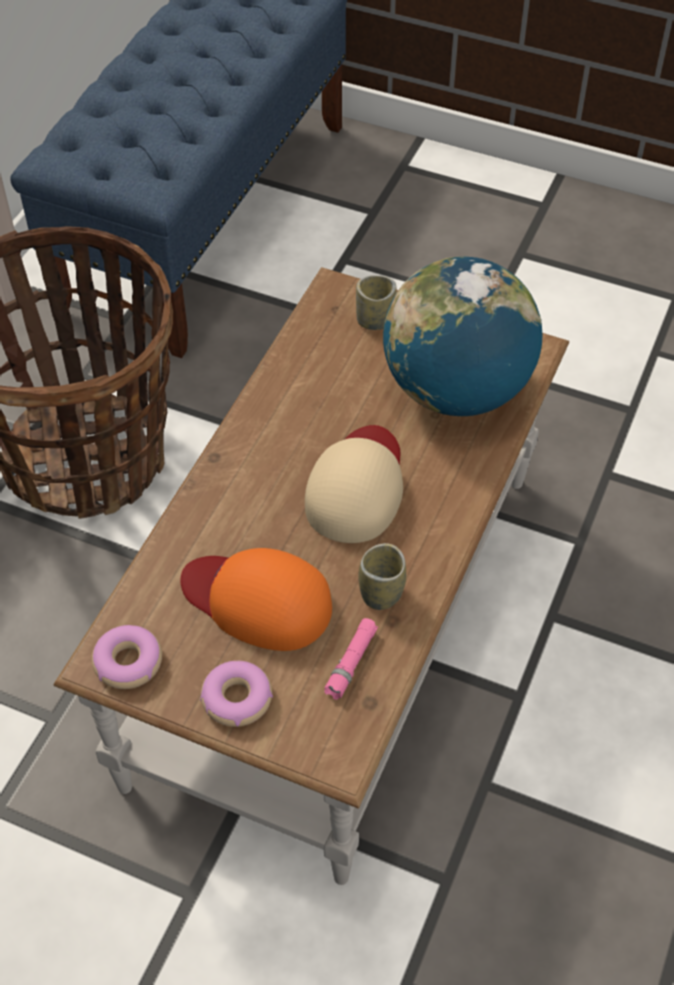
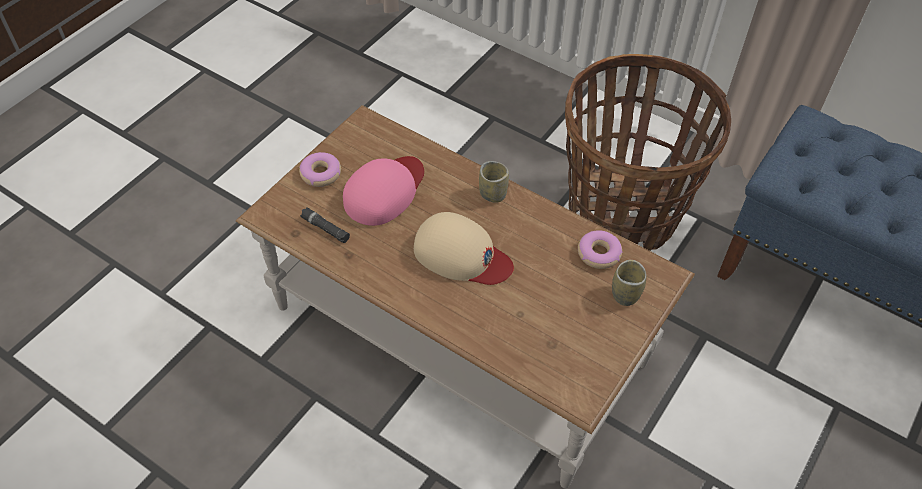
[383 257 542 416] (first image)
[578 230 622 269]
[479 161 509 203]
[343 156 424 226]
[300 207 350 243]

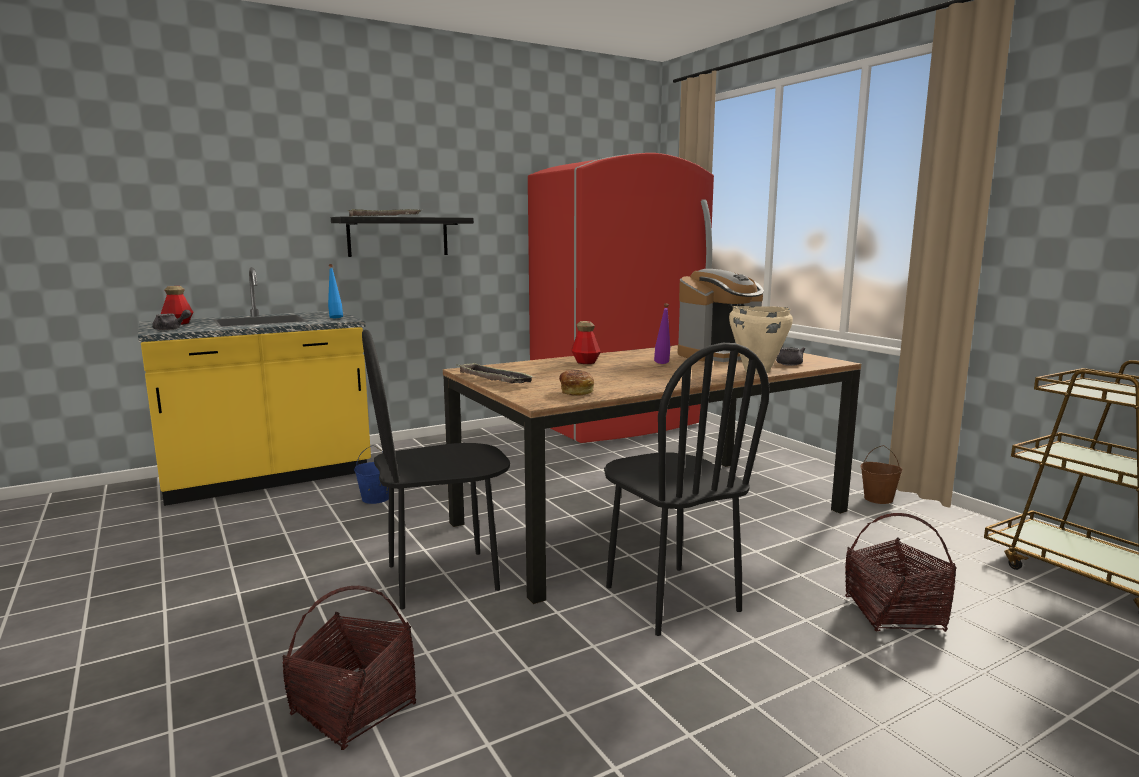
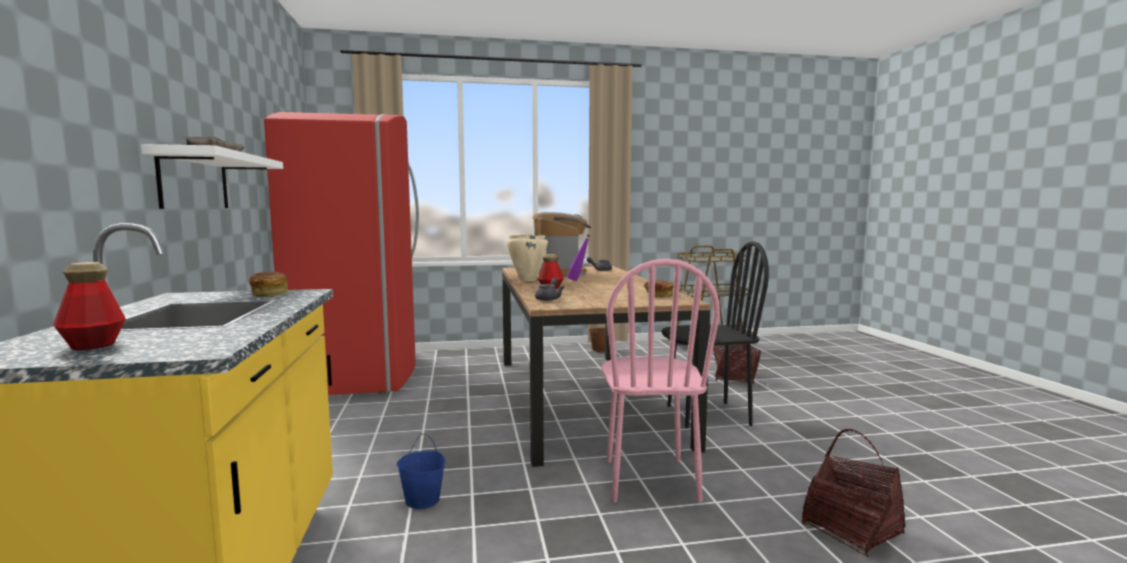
[457 363 533 383] (first image)
[535 278 565 301]
[507 234 548 281]
[249 272 290 297]
[141 144 283 209]
[601 259 720 503]

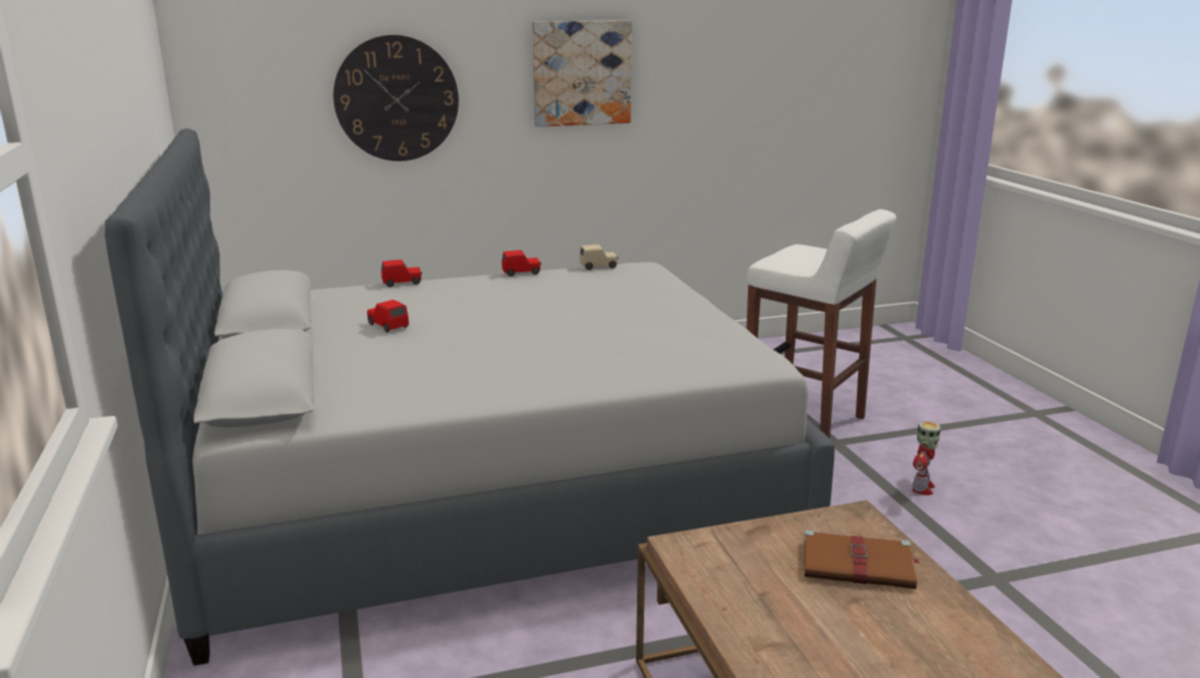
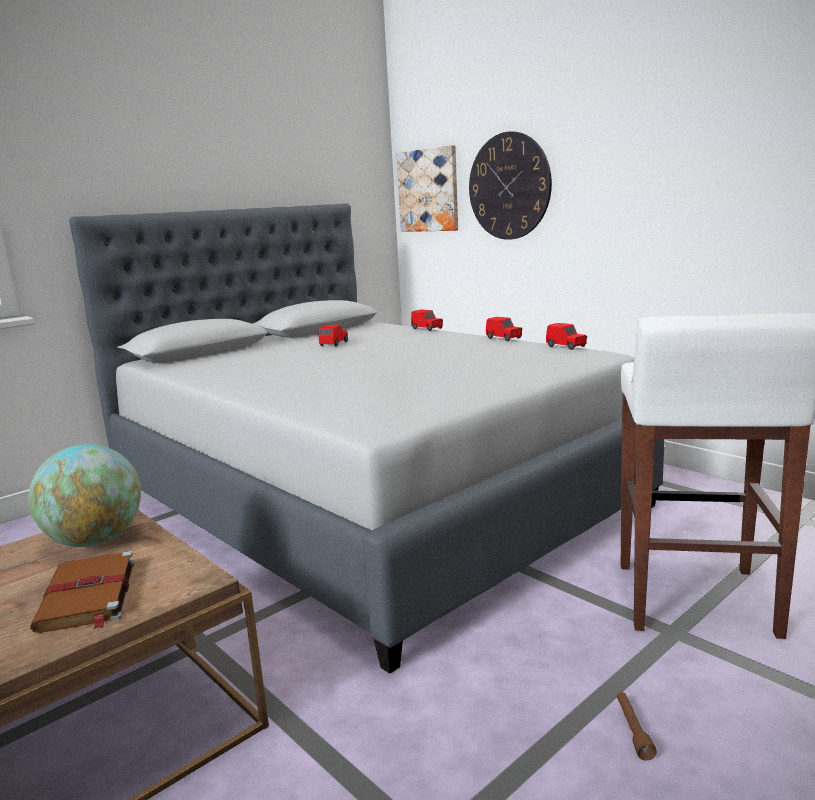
[28 444 141 547]
[397 145 458 232]
[617 692 657 761]
[546 323 587 350]

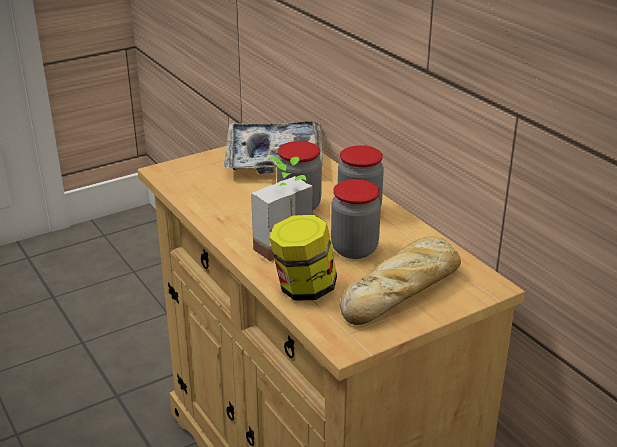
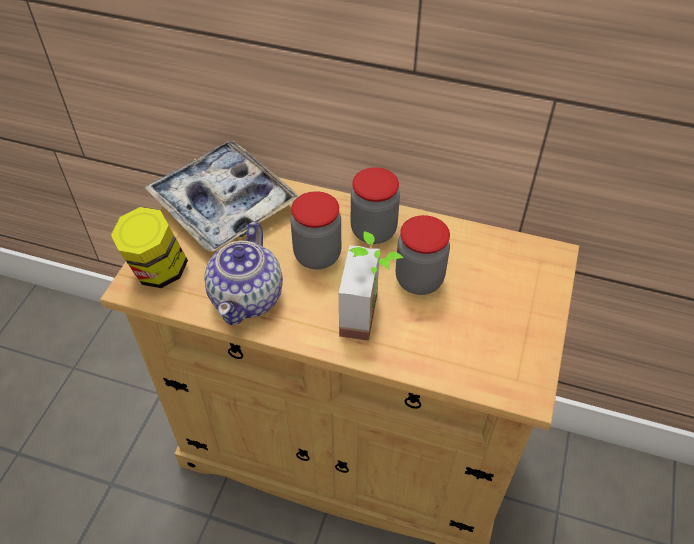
[340 236 461 325] (first image)
[204 222 283 325]
[111 207 188 288]

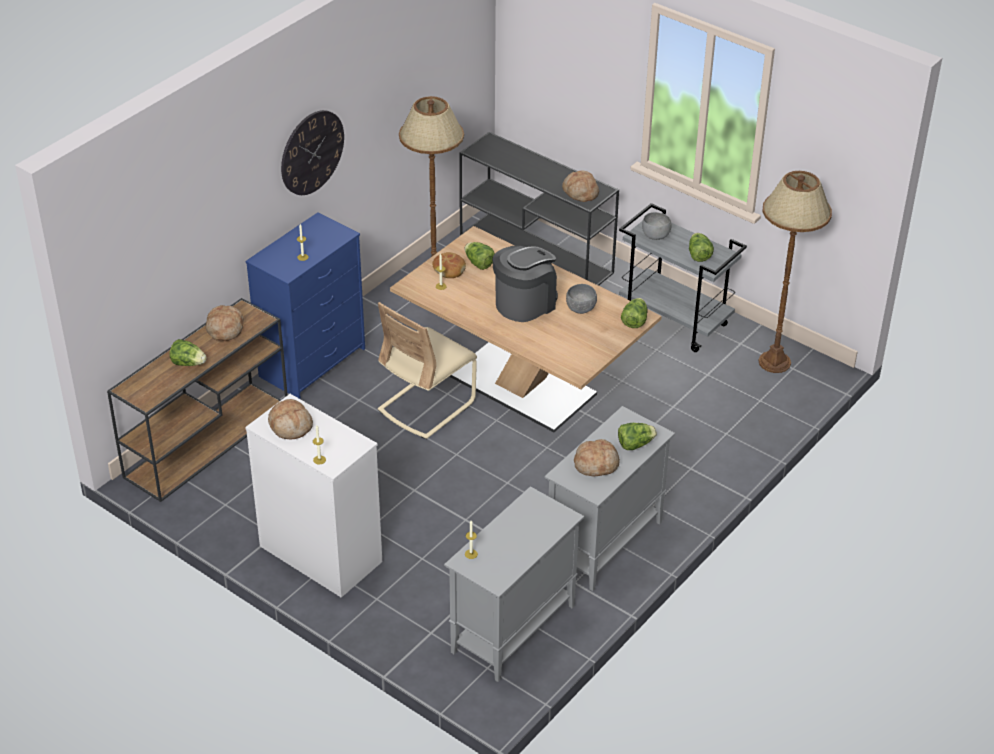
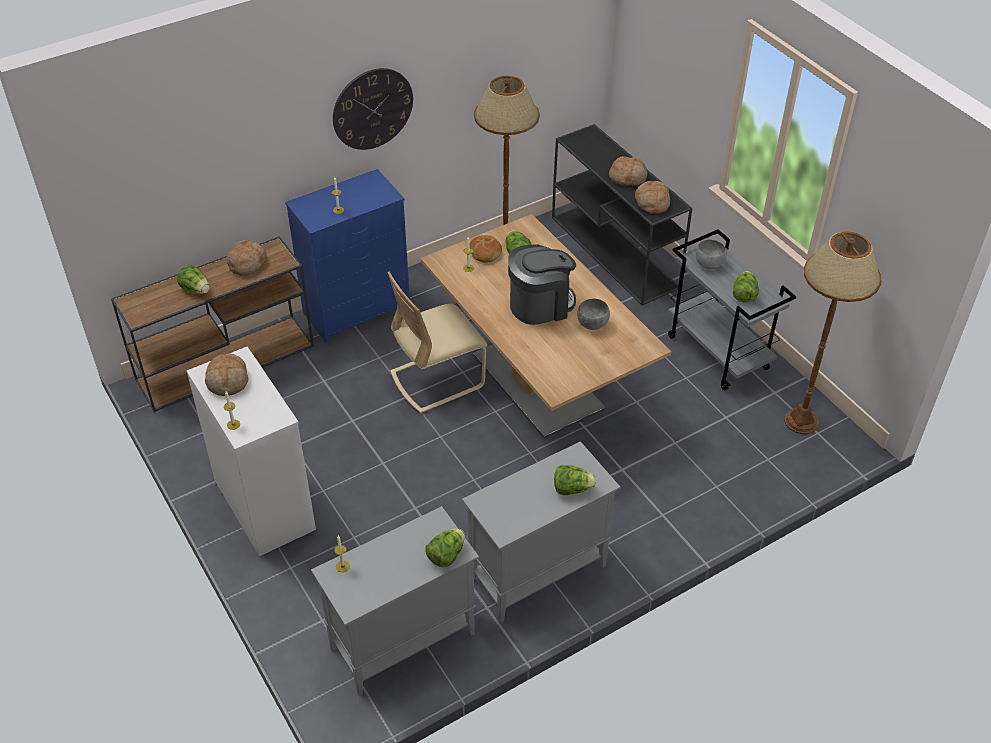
[609 156 647 186]
[425 528 465 567]

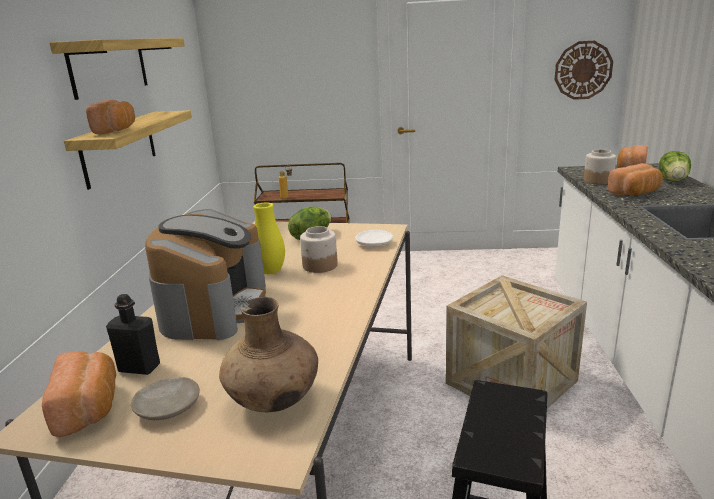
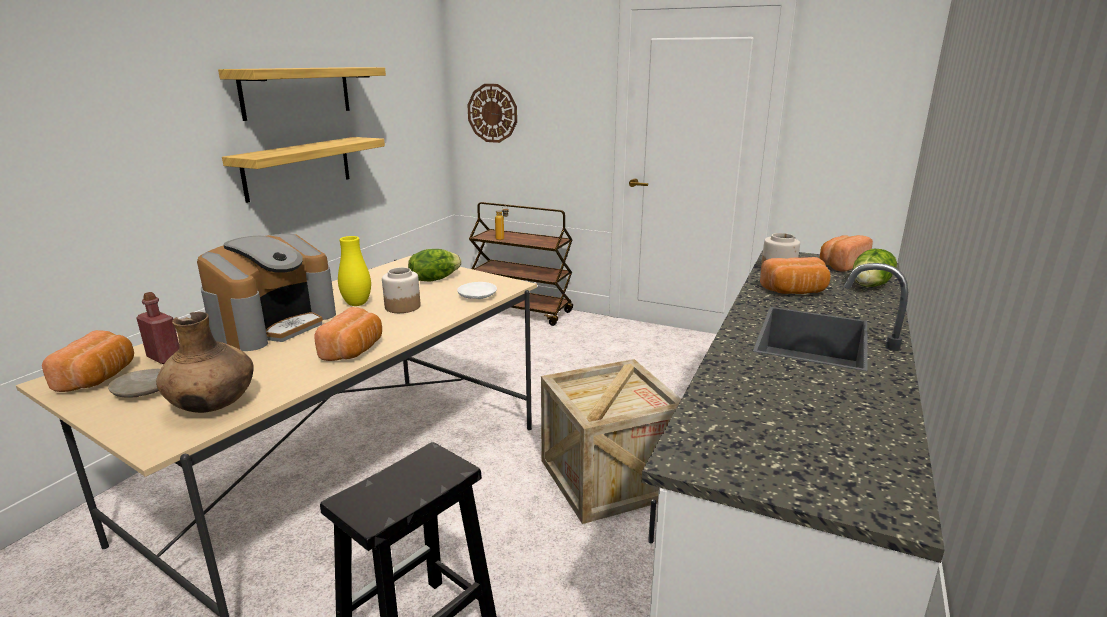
[314 307 382 361]
[468 84 517 143]
[137 292 179 364]

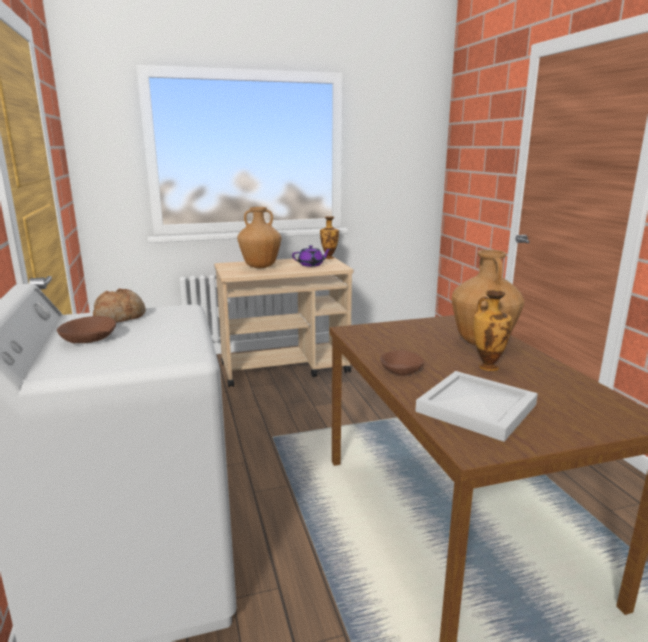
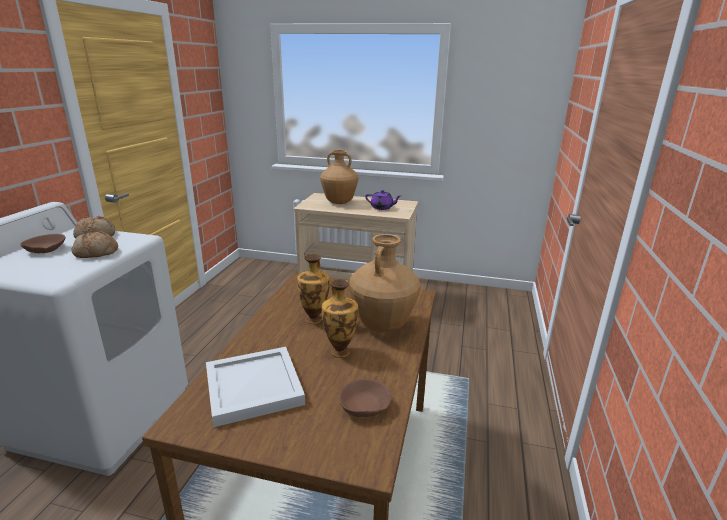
[72 230 118 258]
[297 254 330 324]
[339 379 391 417]

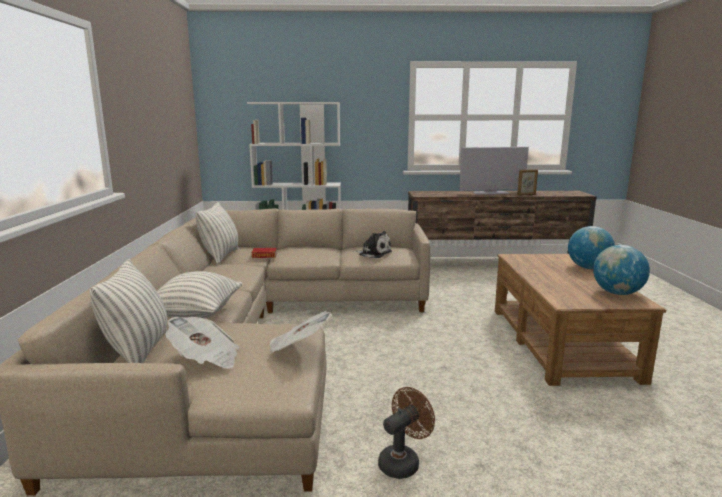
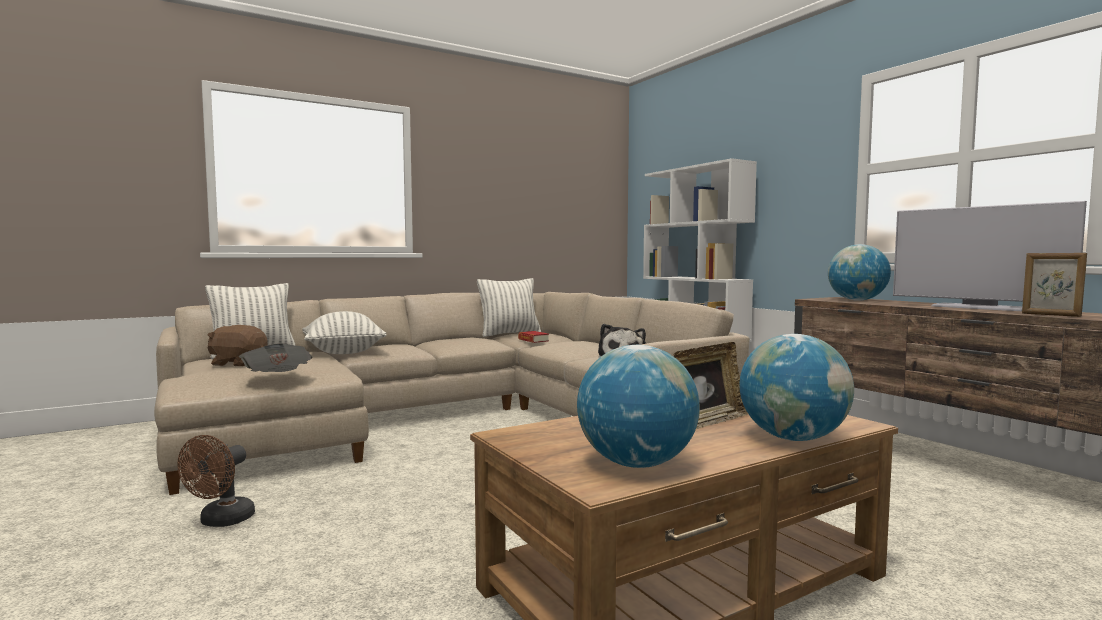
[673 342 748 429]
[828 244 891 301]
[208 325 268 366]
[177 435 255 527]

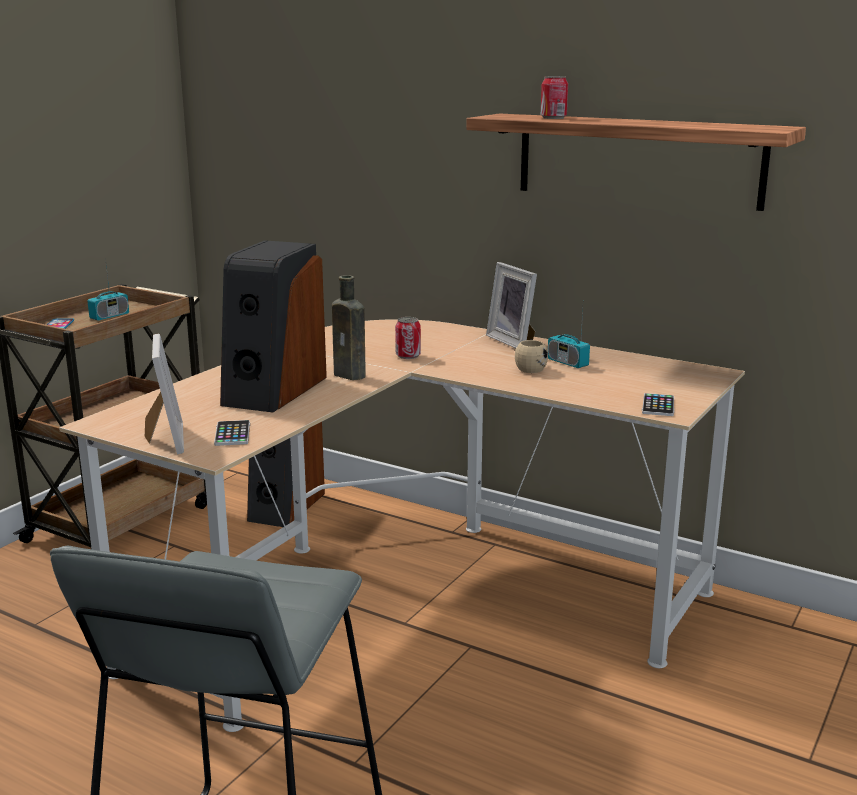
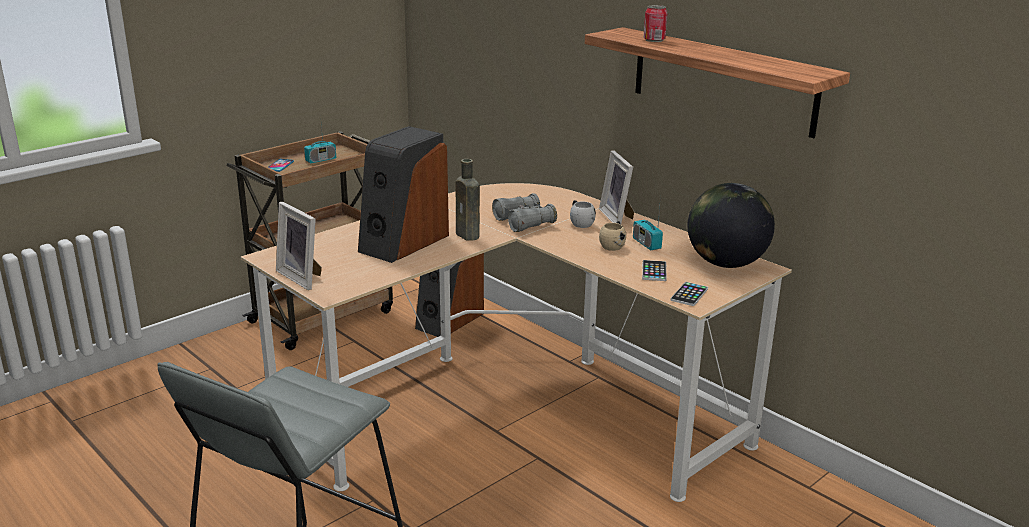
[570 200 596 228]
[688 183 775 268]
[642 260 667 281]
[492 193 557 232]
[276 202 322 290]

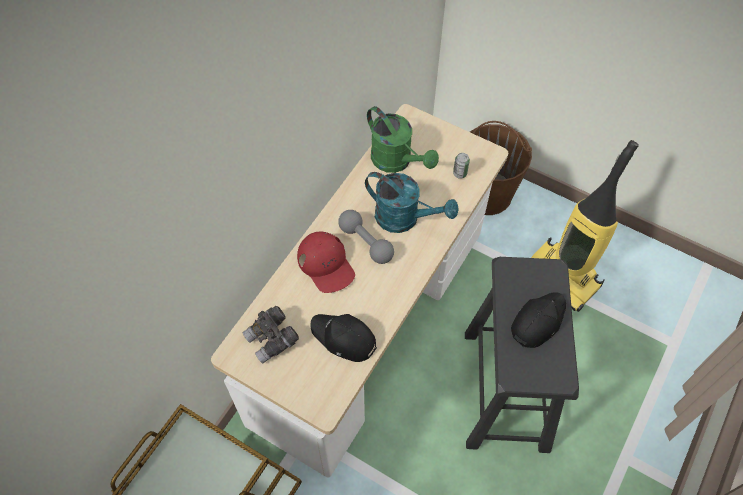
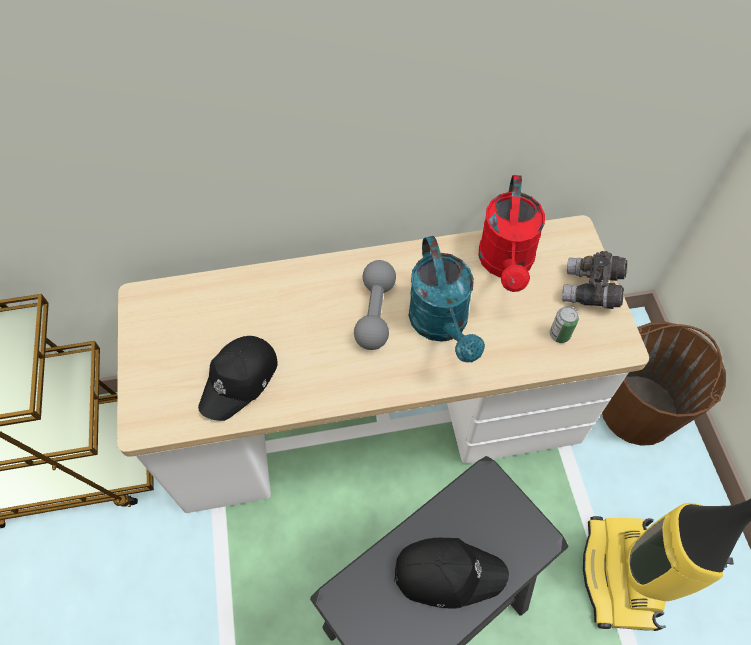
[297 232 355 293] (first image)
[562 251 627 309]
[478 175 545 292]
[198 336 278 421]

